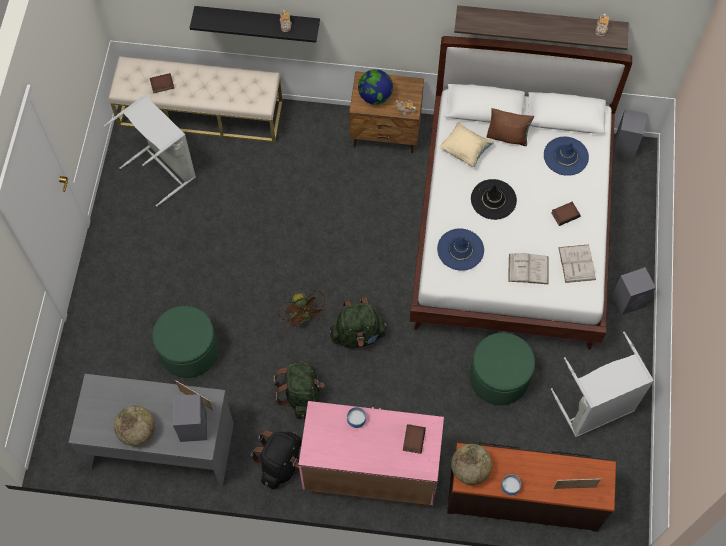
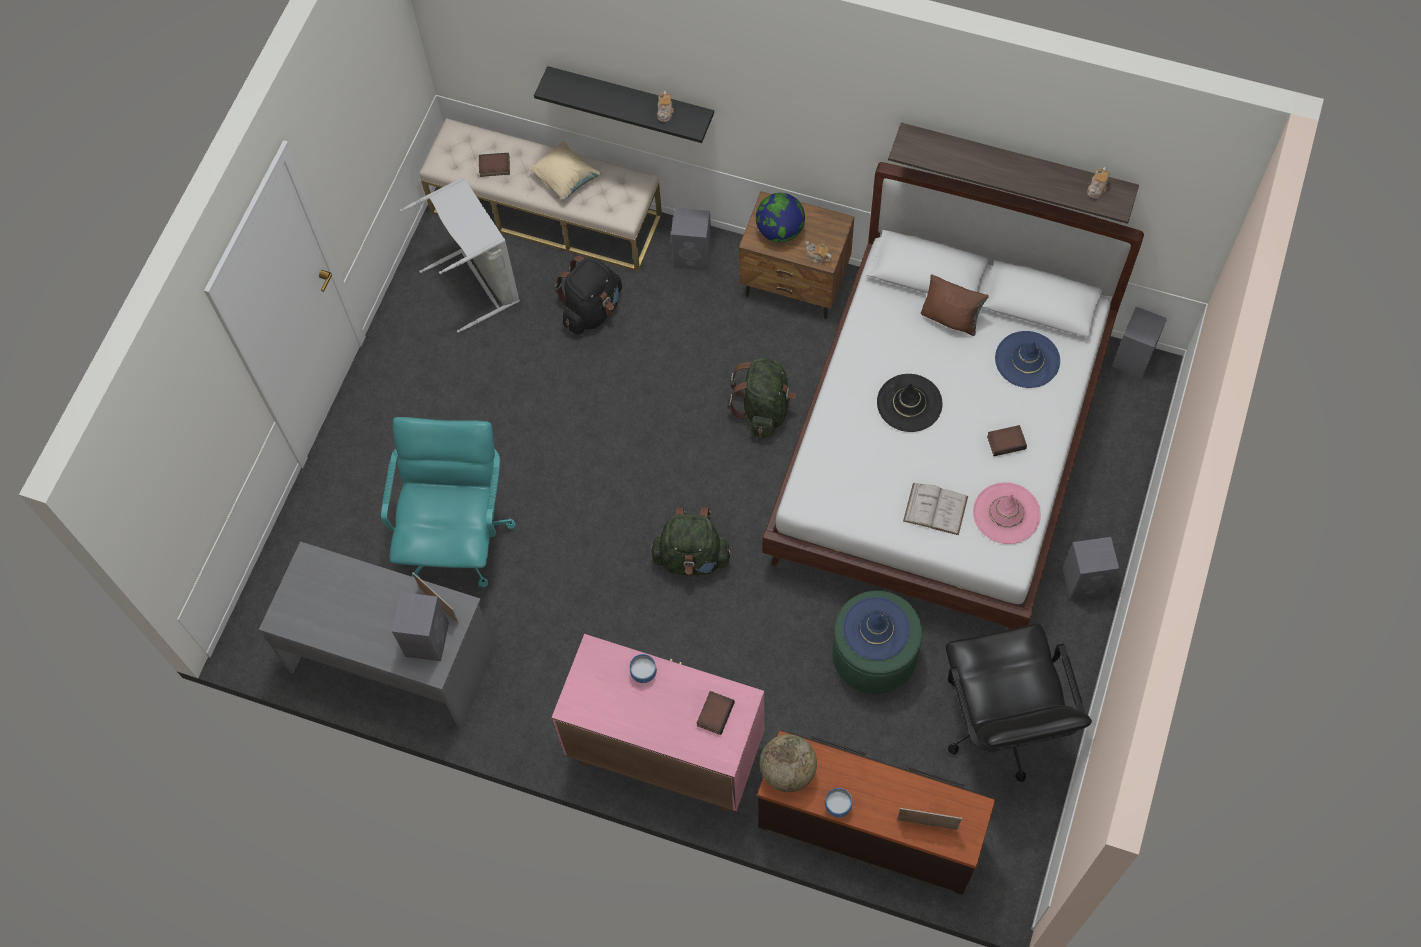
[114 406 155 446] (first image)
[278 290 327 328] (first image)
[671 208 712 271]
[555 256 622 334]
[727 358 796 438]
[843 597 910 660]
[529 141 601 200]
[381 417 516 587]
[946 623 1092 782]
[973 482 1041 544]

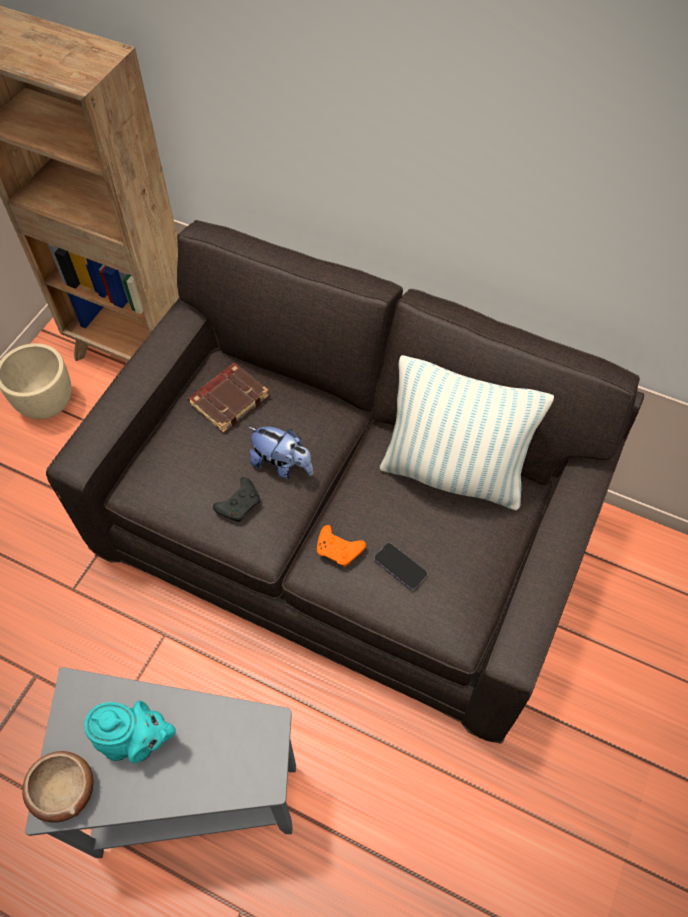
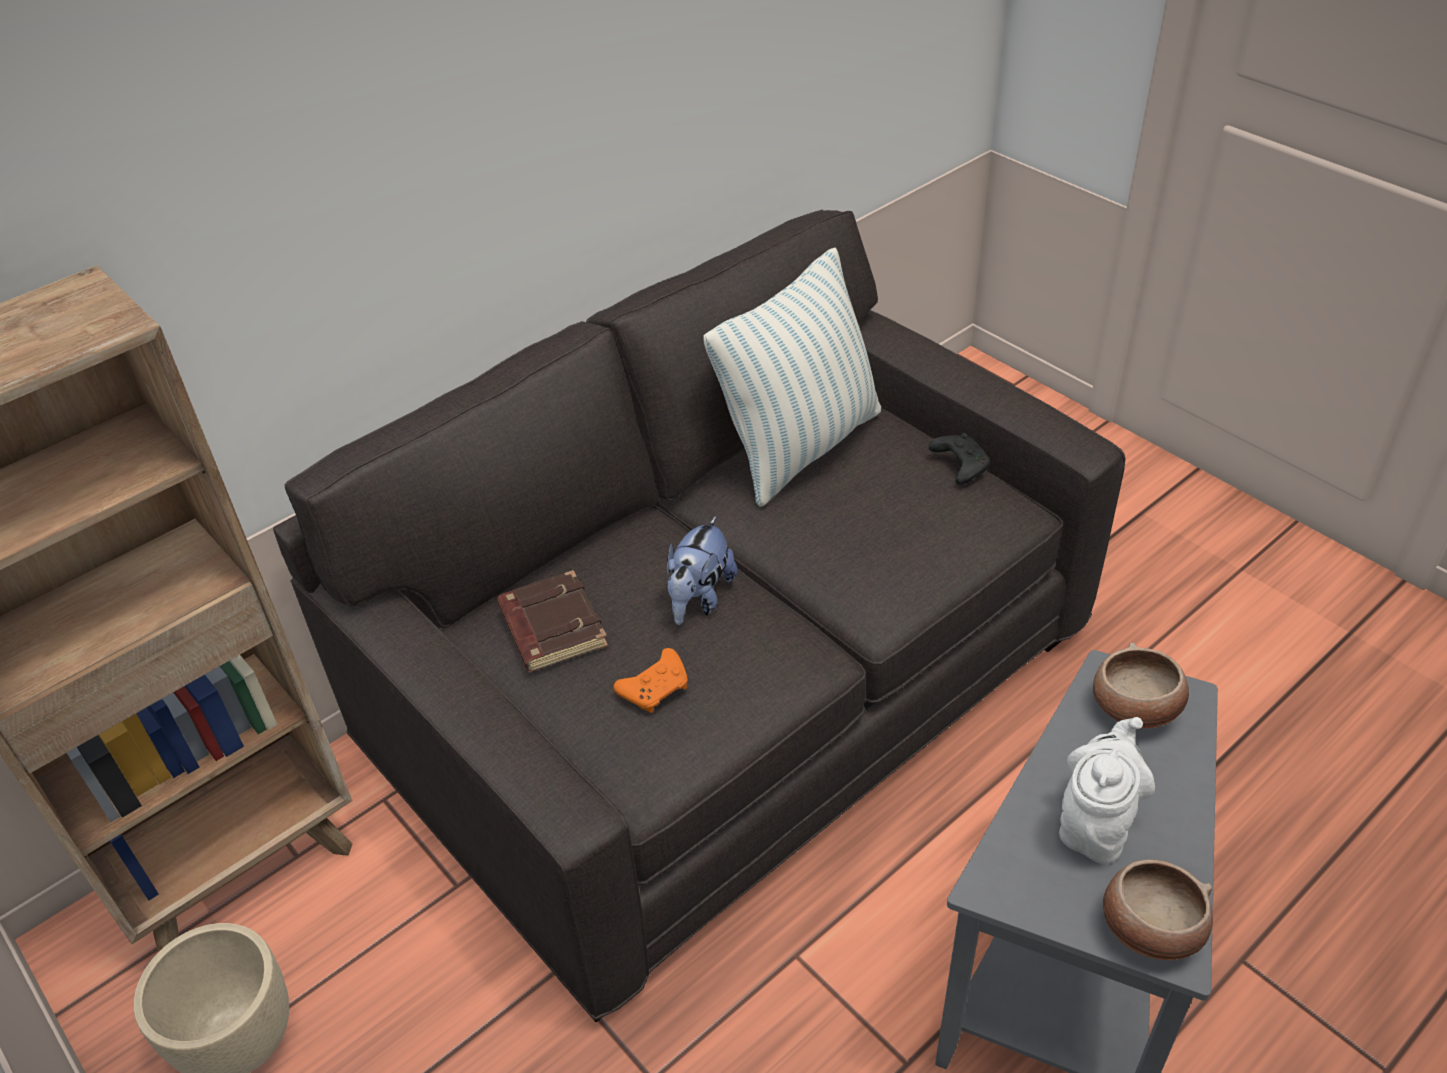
[374 543 427 590] (first image)
[1093 643 1189 728]
[929 433 990 485]
[614 648 688 713]
[1059 717 1155 864]
[667 515 737 625]

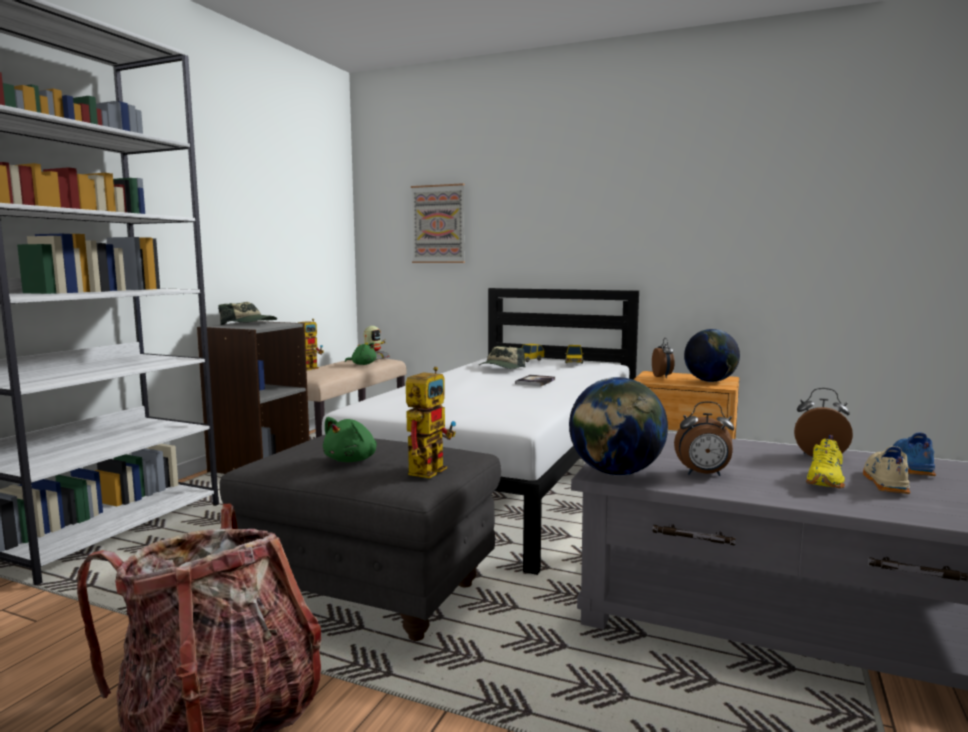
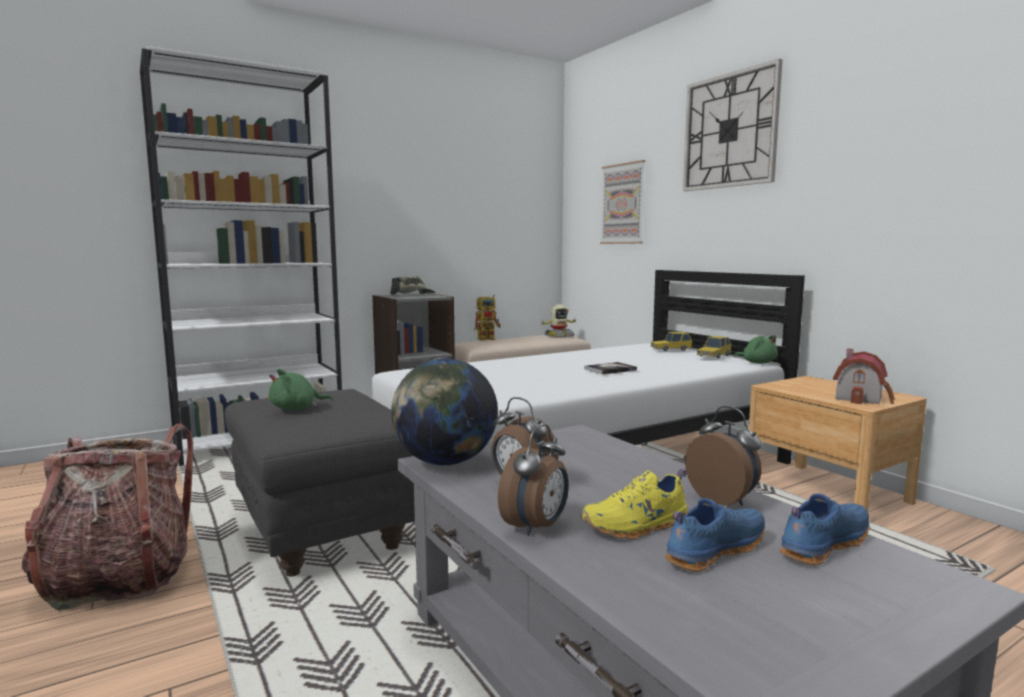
[406 367 456 478] (first image)
[479 346 525 369] (first image)
[683 58 783 191]
[734 335 778 364]
[498 424 569 536]
[833 348 895 404]
[665 498 765 571]

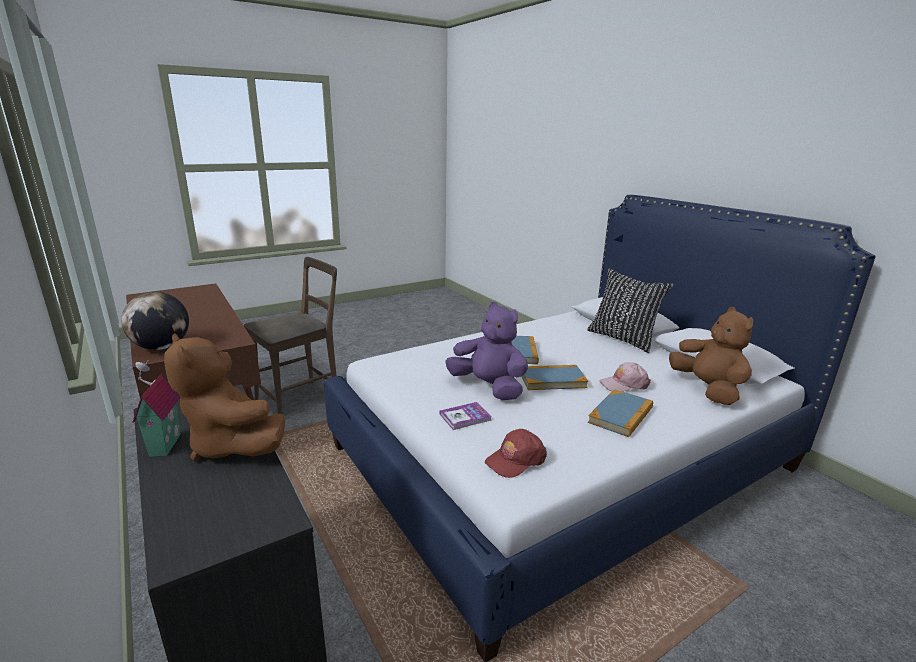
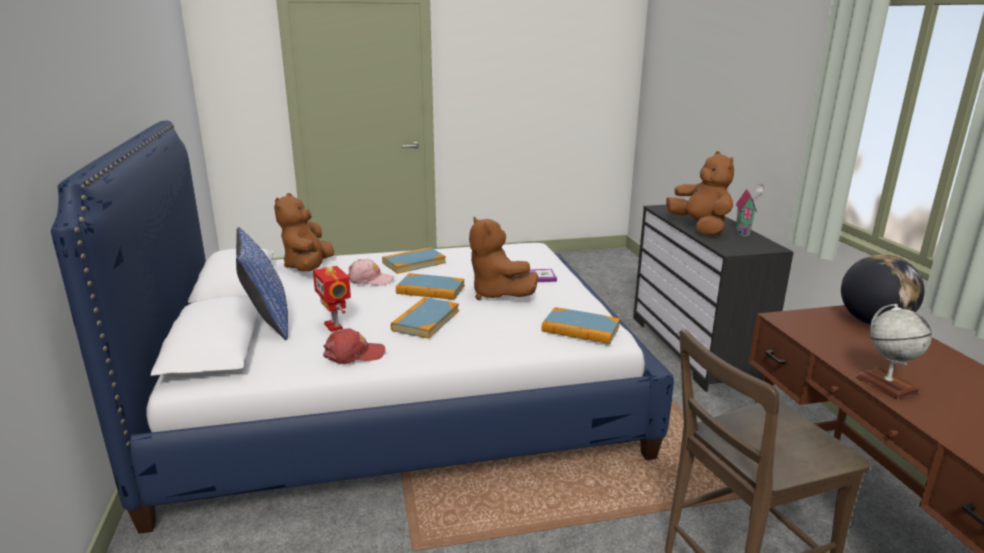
[313 266 351 332]
[542 307 620 344]
[855 304 932 400]
[323 328 385 364]
[469 217 538 300]
[236 227 288 340]

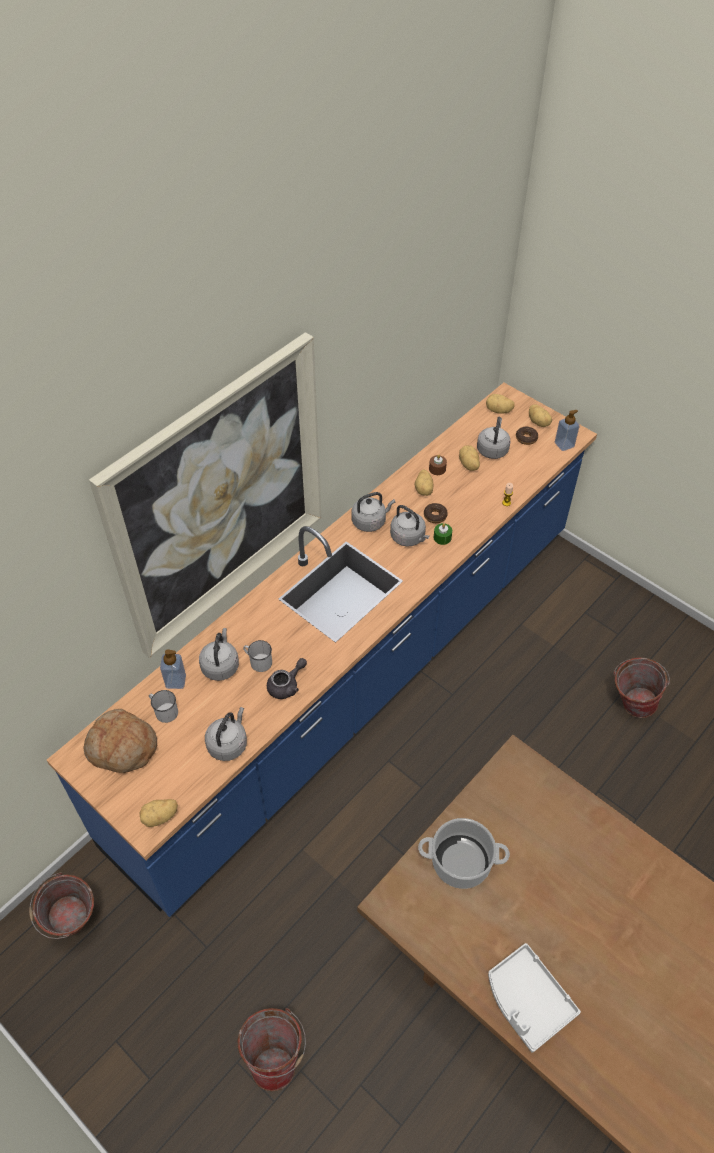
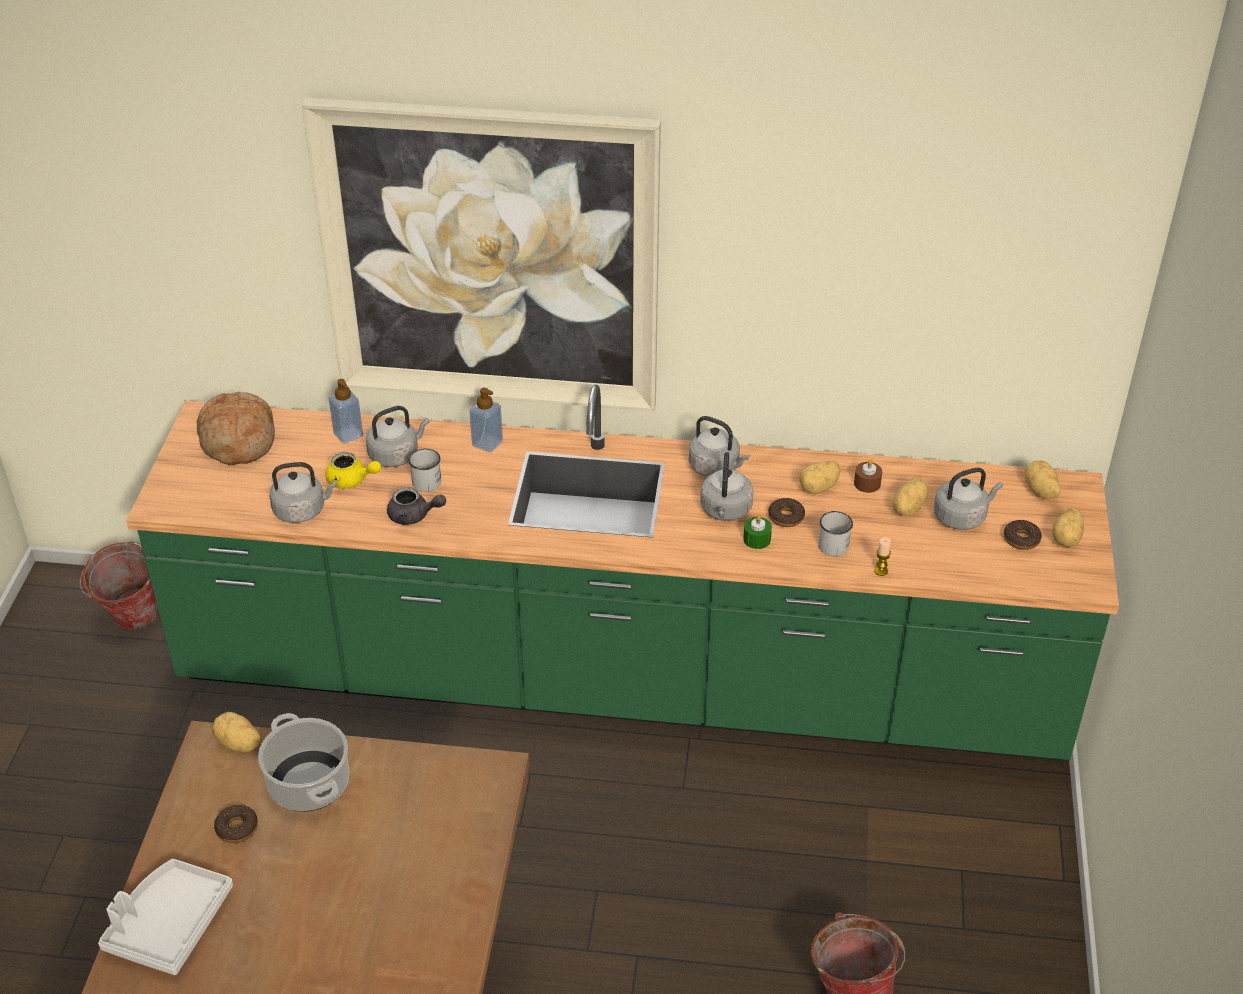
[238 1008 306 1091] (first image)
[214 805 258 843]
[325 452 381 488]
[213 712 261 752]
[819 511 853 556]
[469 388 503 452]
[126 384 1119 761]

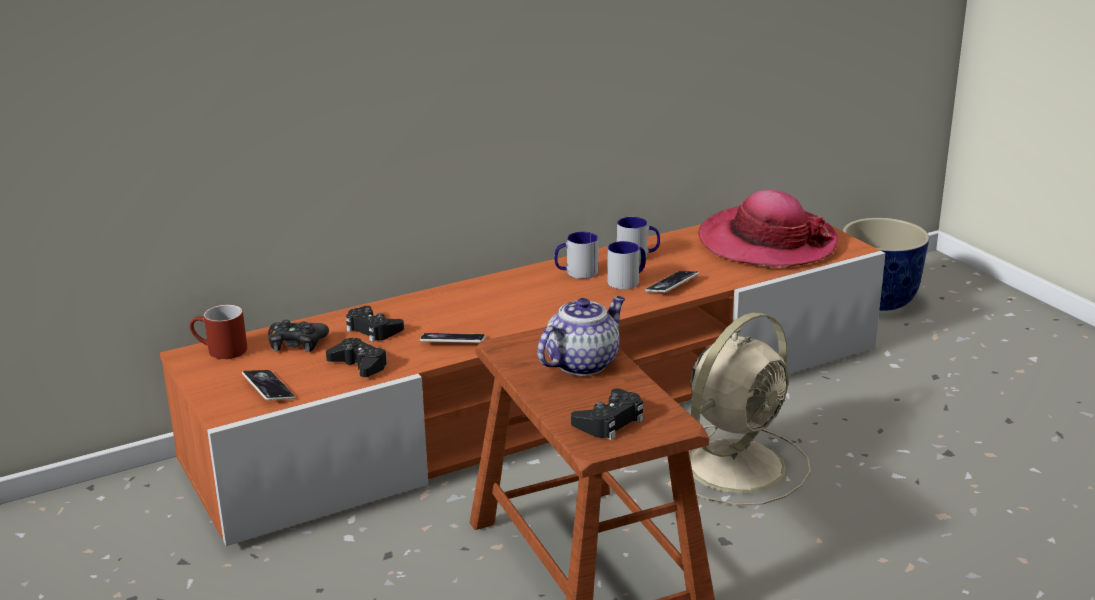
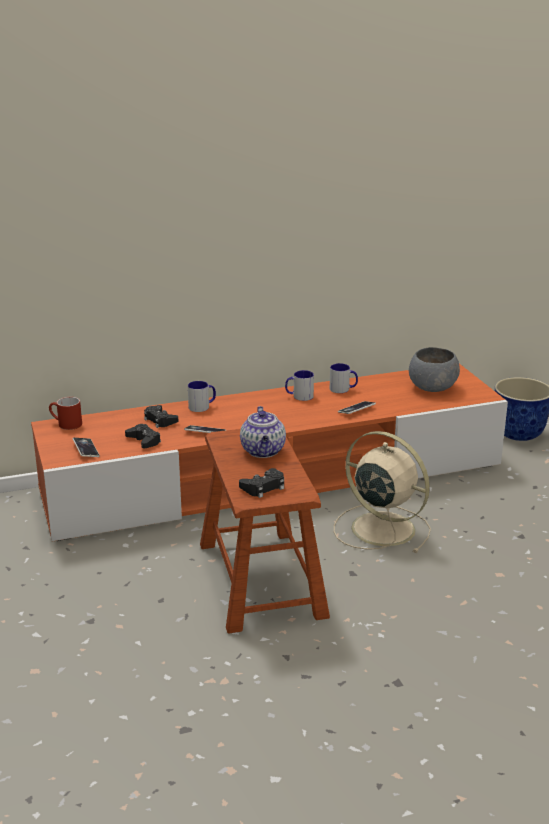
[268 320 329 352] (first image)
[188 381 216 412]
[409 347 460 392]
[240 406 286 458]
[334 431 431 553]

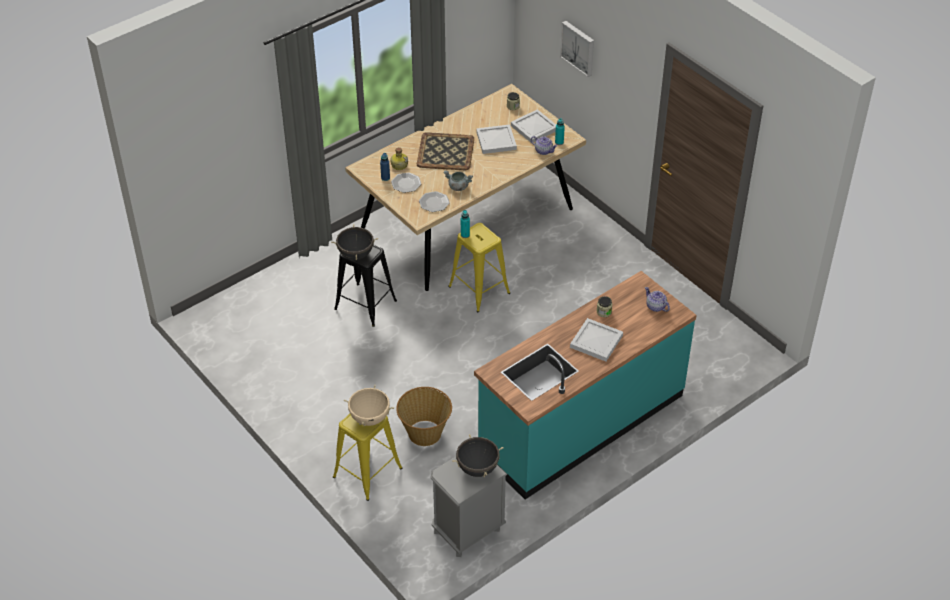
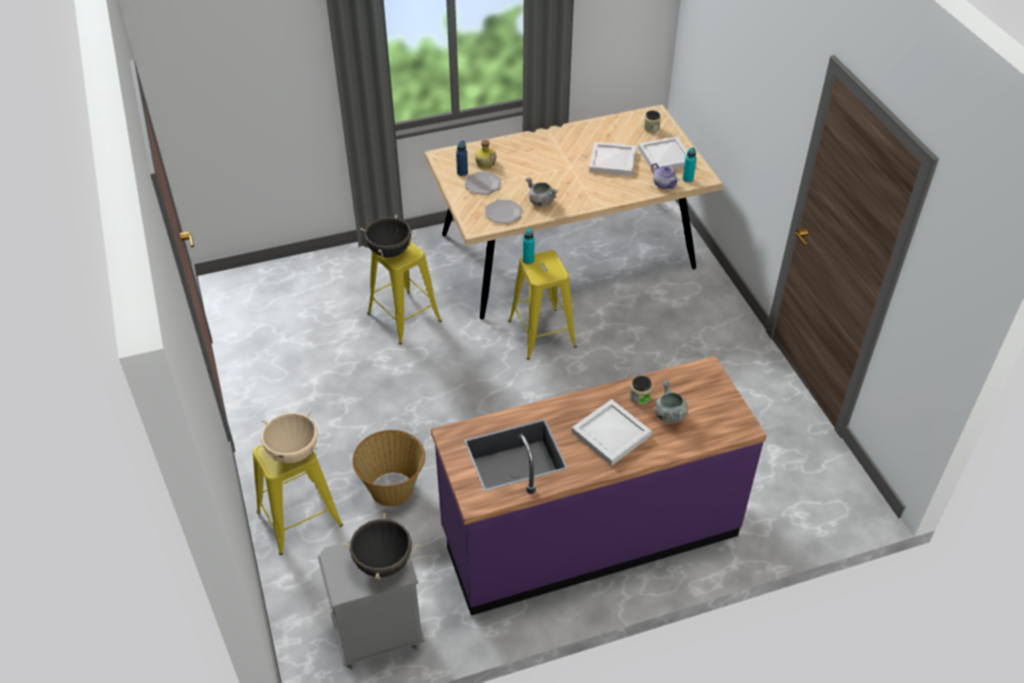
[417 132 474 170] (first image)
[560 21 594 77] (first image)
[645 287 670 312] (first image)
[655 380 688 423]
[367 241 442 344]
[431 356 767 616]

